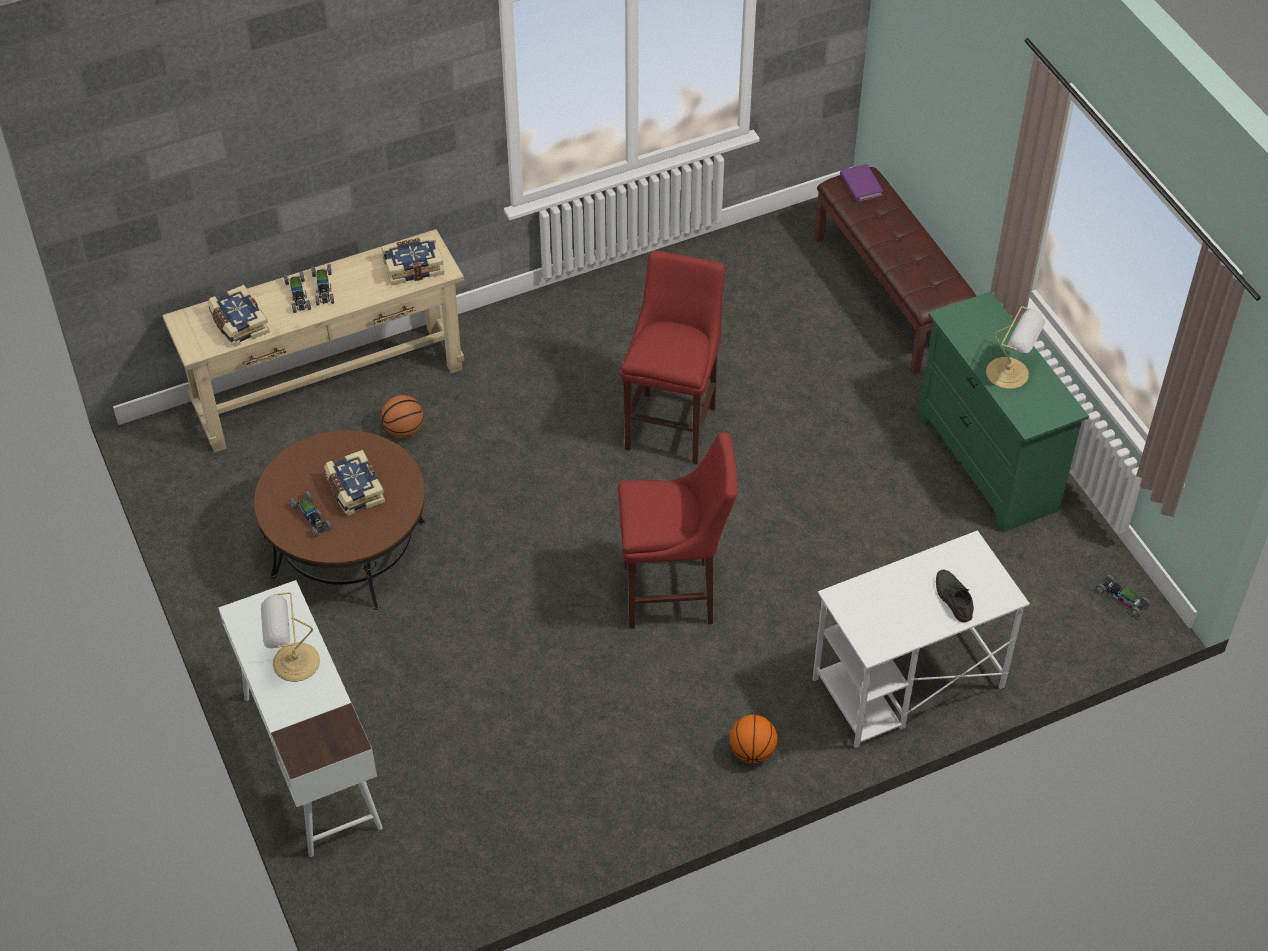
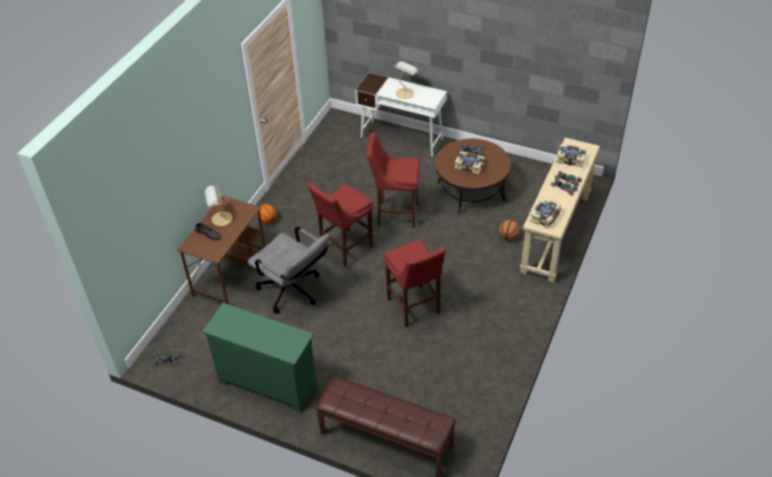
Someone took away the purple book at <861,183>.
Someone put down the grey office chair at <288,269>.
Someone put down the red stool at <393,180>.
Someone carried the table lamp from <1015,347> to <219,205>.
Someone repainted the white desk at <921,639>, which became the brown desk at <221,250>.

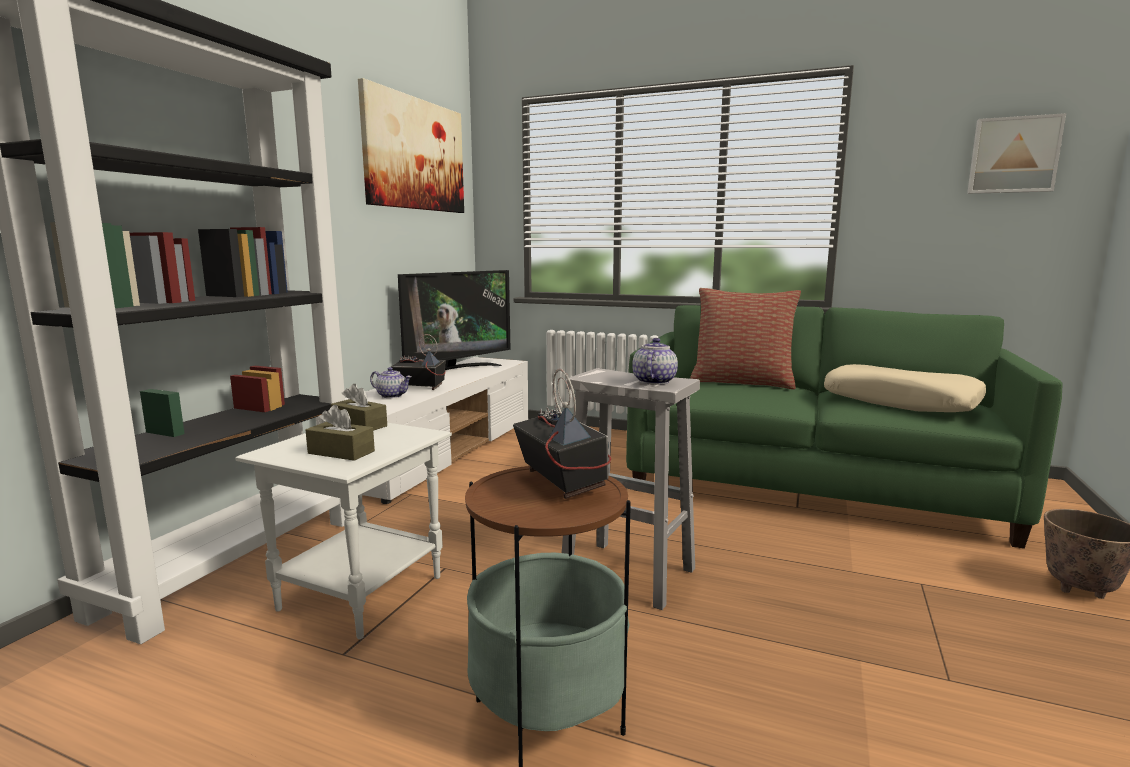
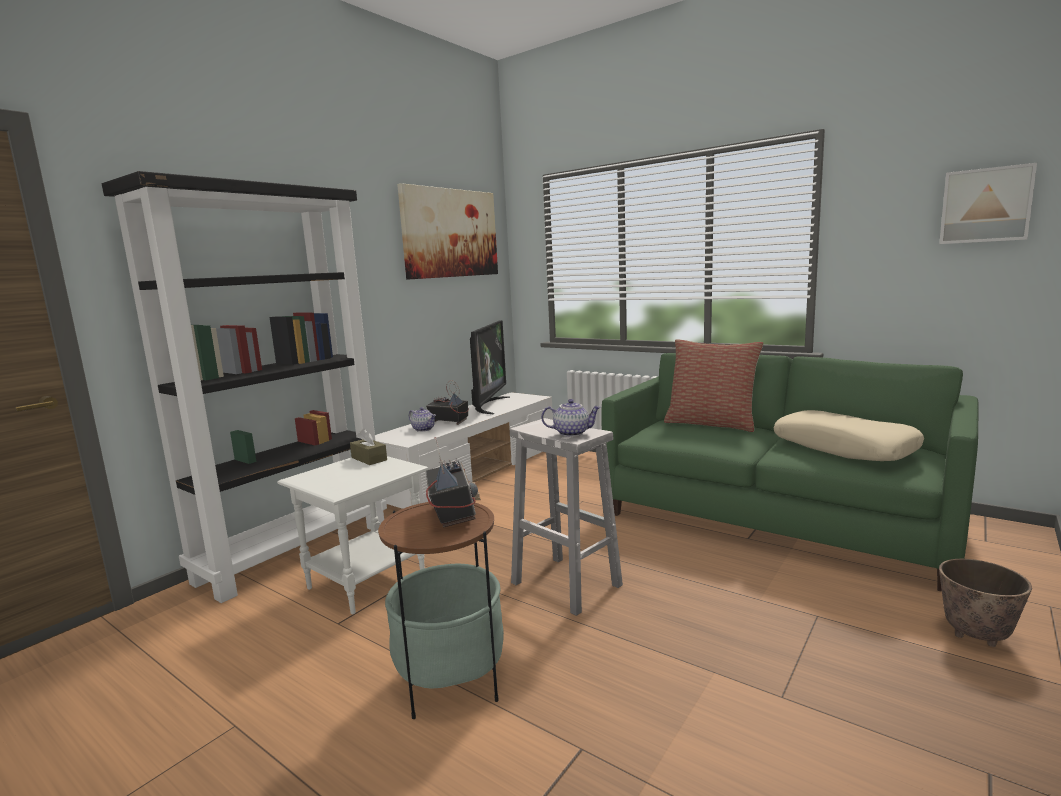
Someone took away the brown tissue box at <340,433>.
Someone rotated the television at <454,320> by 45 degrees counterclockwise.
Someone rotated the teapot at <655,361> by 60 degrees clockwise.

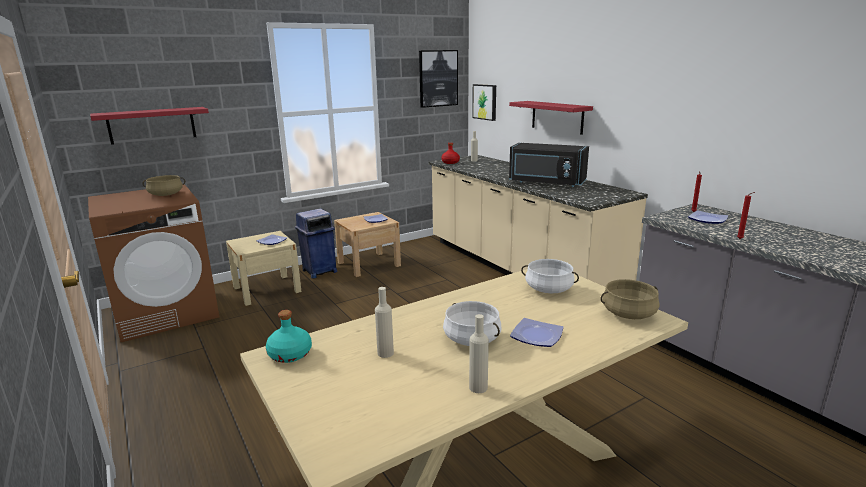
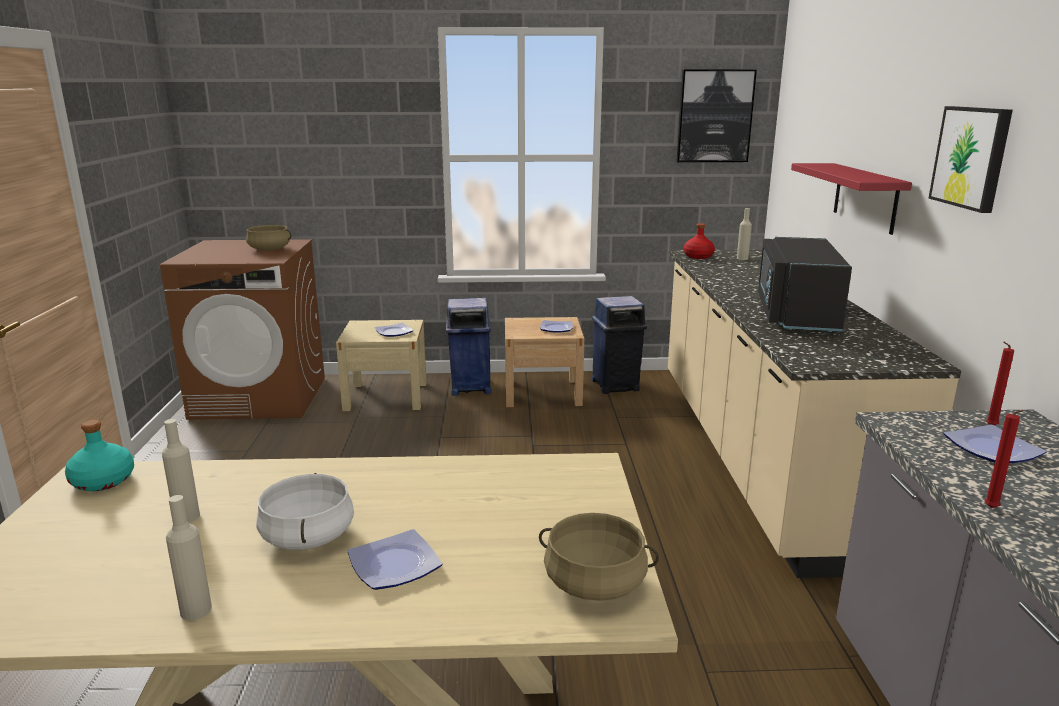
Someone took away the red shelf at <149,126>.
Someone took away the white cooking pot at <550,276>.
Someone put down the blue trash can at <619,345>.
Someone carried the picture from <484,102> to <971,159>.
Someone rotated the black microwave at <549,165> by 45 degrees clockwise.

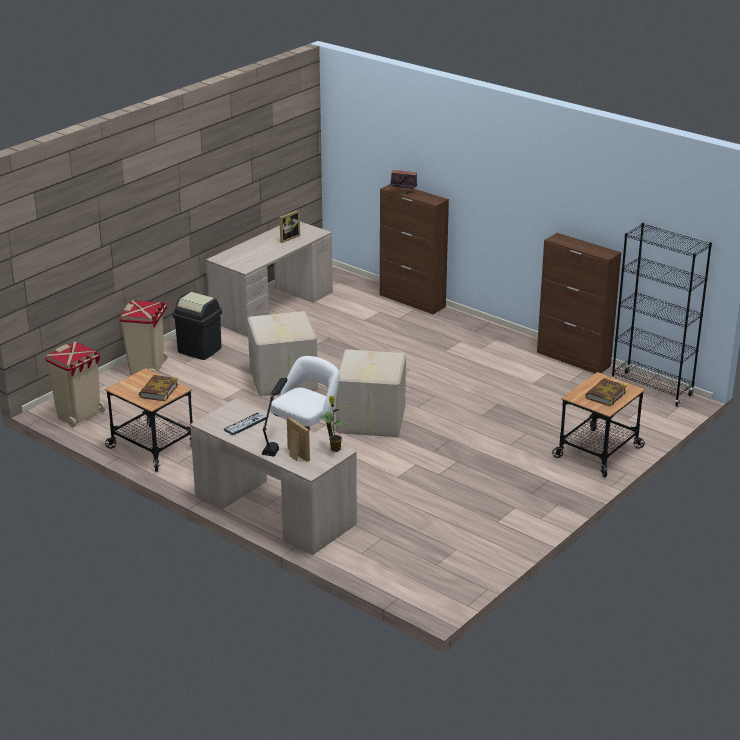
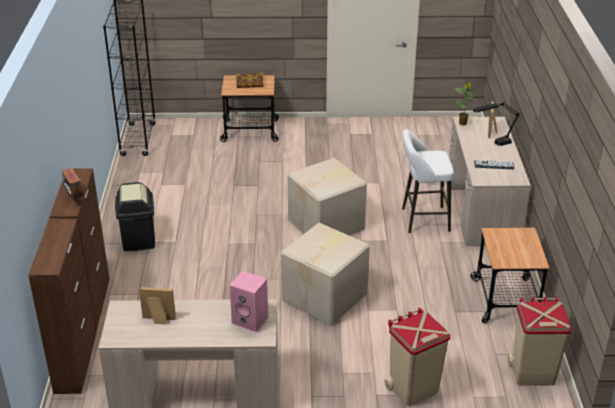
Someone took away the book at <158,388>.
Someone put down the pink speaker at <248,301>.
Someone carried the black trash can from <197,325> to <135,216>.
Someone carried the brown cabinet from <579,303> to <62,306>.

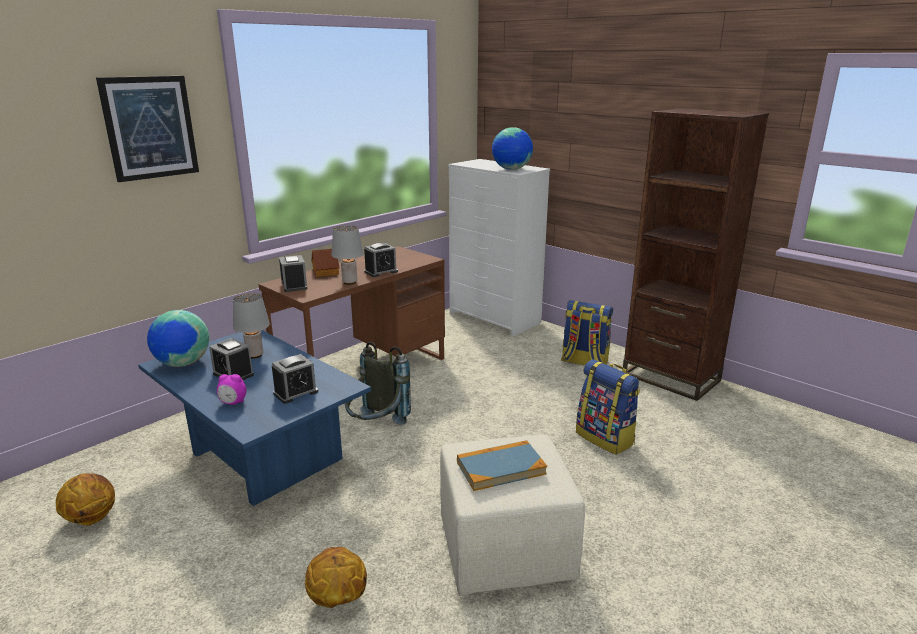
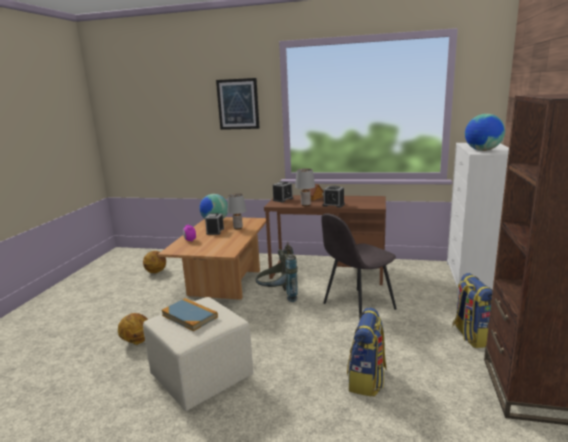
Someone took away the alarm clock at <295,379>.
Someone put down the grey chair at <359,266>.
Someone repainted the blue coffee table at <254,418>, which became the brown coffee table at <212,258>.

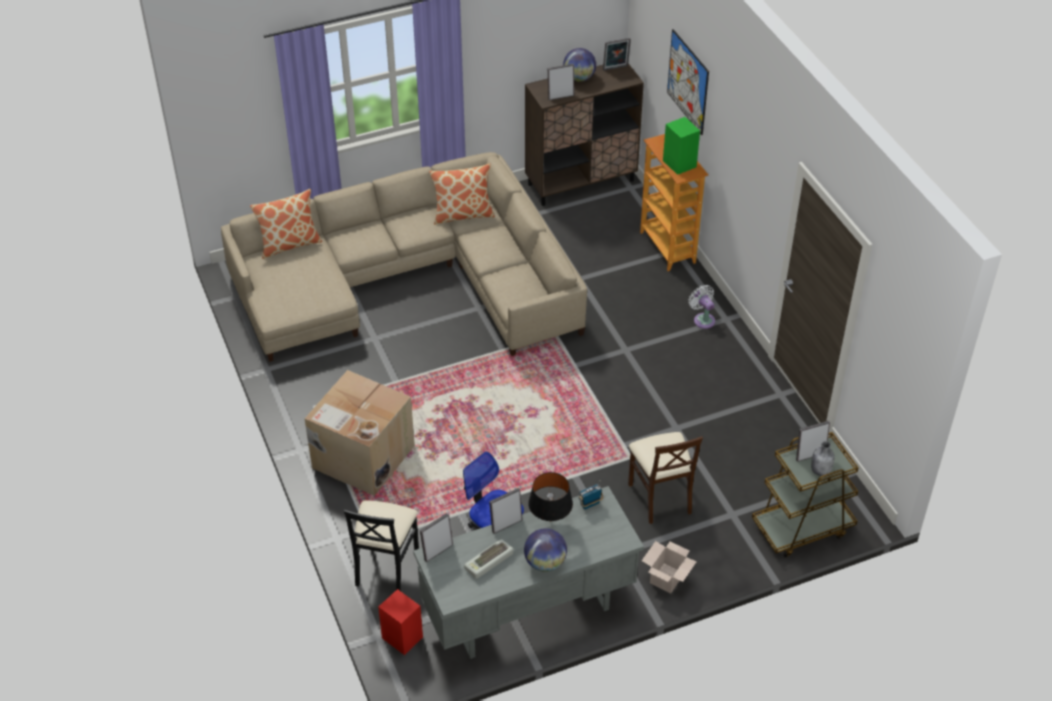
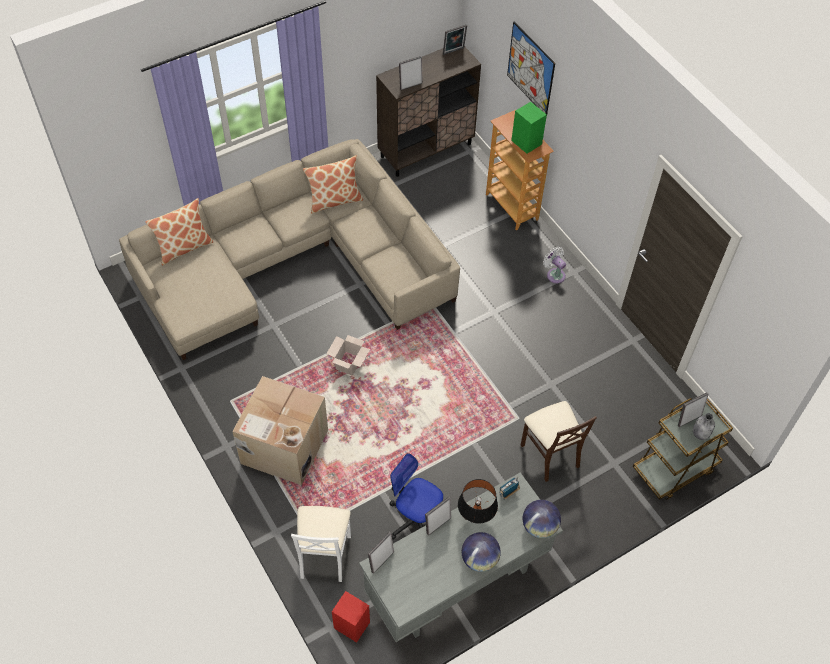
Someone took away the keyboard at <488,559>.
Someone carried the globe from <579,65> to <542,519>.
Someone carried the cardboard box from <669,567> to <348,355>.
Someone repainted the black chair at <381,545>, which became the white chair at <321,544>.

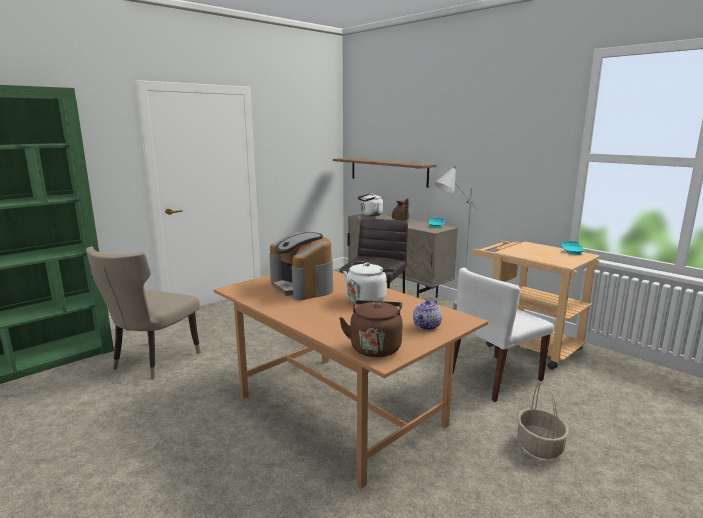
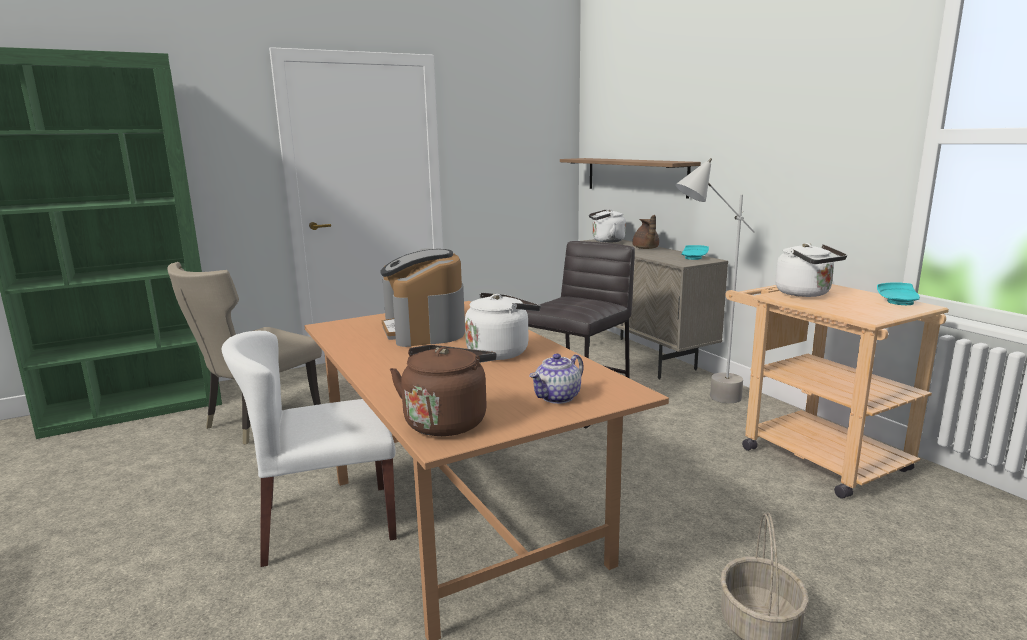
Someone put down the white kettle at <811,270>.
Someone carried the white chair from <503,335> to <309,448>.

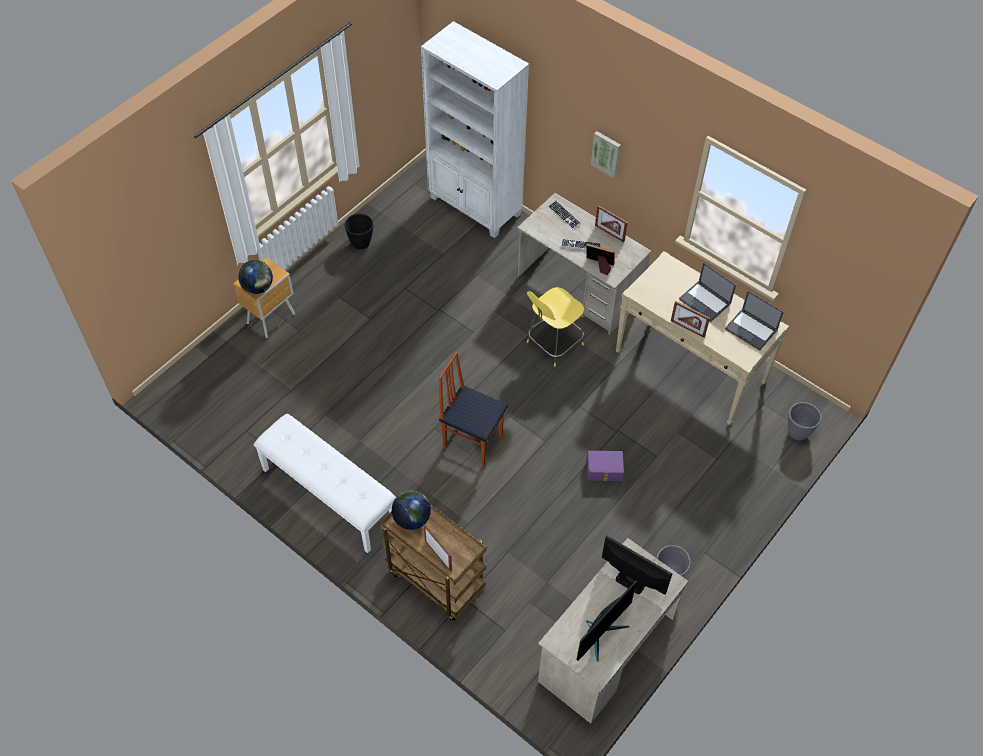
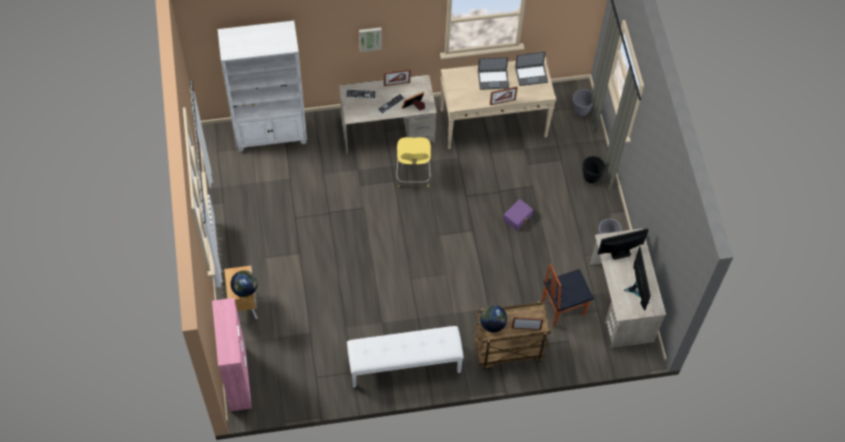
Someone put down the pink cabinet at <232,354>.
Someone carried the black planter from <359,231> to <594,169>.
Someone carried the chair from <473,409> to <568,294>.

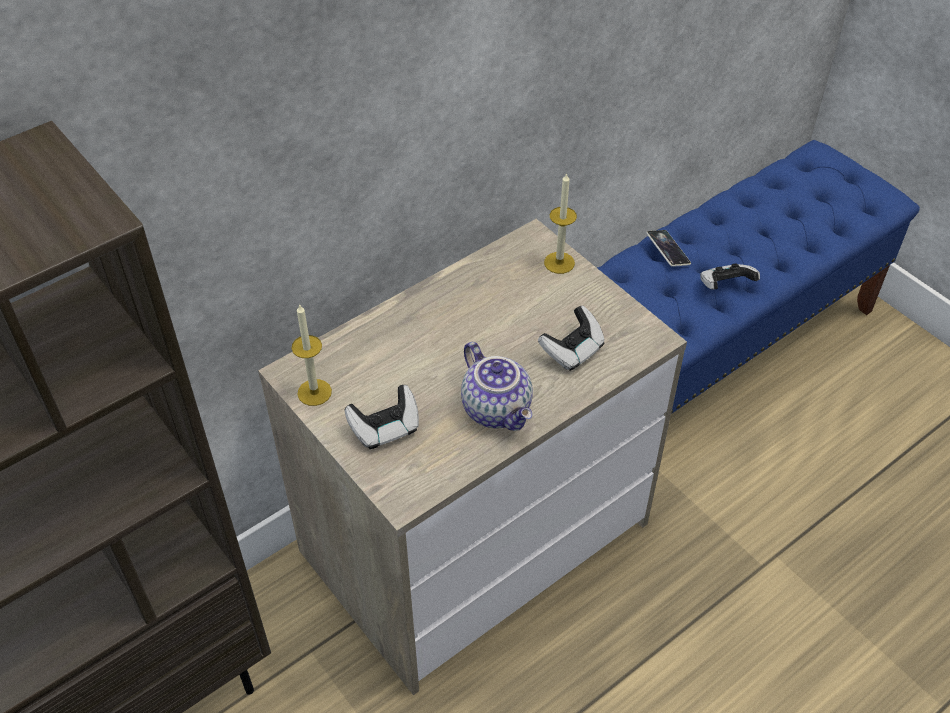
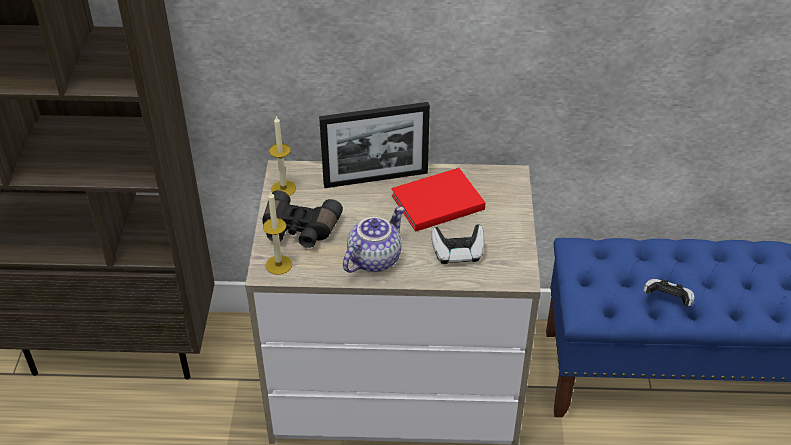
Someone took away the phone at <668,248>.
Someone put down the picture frame at <374,145>.
Someone put down the red book at <438,200>.
Someone carried the candle from <560,223> to <277,233>.
Someone swapped the game controller at <382,417> for the black binoculars at <302,219>.
Someone rotated the teapot at <497,386> by 150 degrees counterclockwise.

